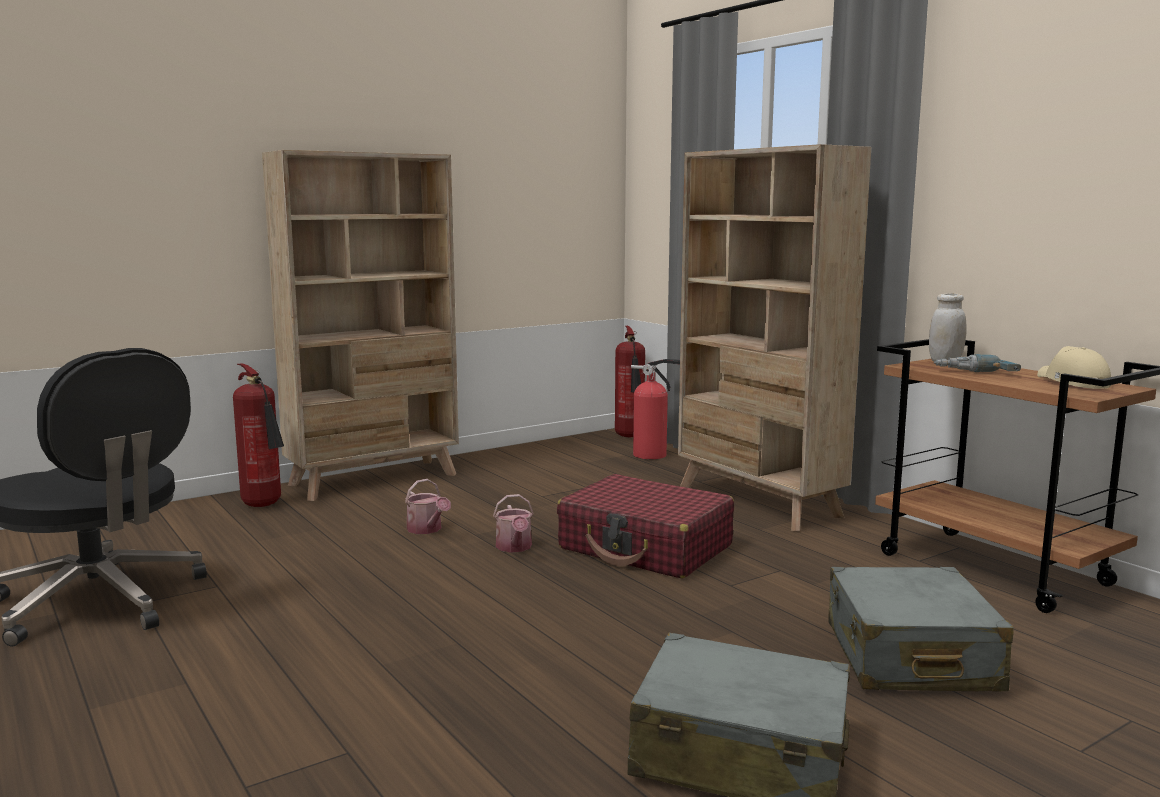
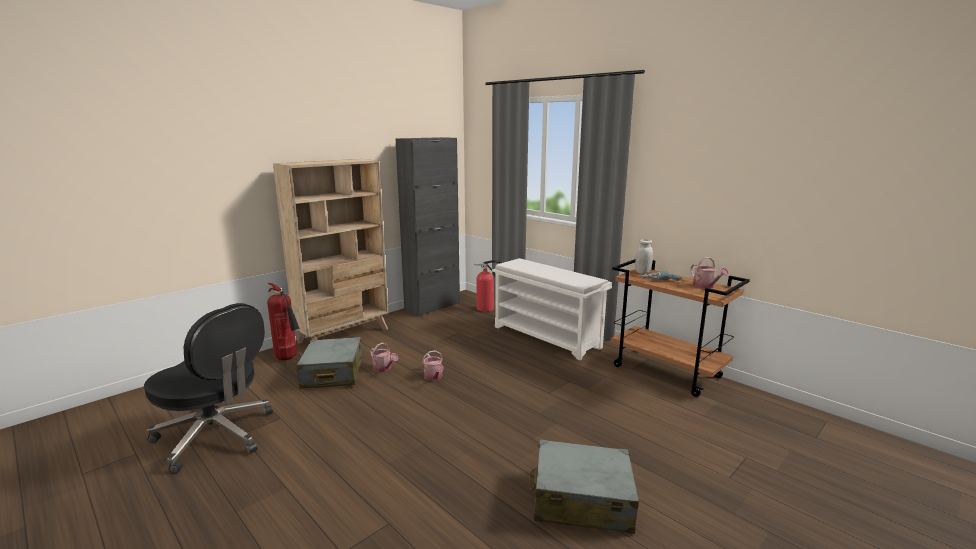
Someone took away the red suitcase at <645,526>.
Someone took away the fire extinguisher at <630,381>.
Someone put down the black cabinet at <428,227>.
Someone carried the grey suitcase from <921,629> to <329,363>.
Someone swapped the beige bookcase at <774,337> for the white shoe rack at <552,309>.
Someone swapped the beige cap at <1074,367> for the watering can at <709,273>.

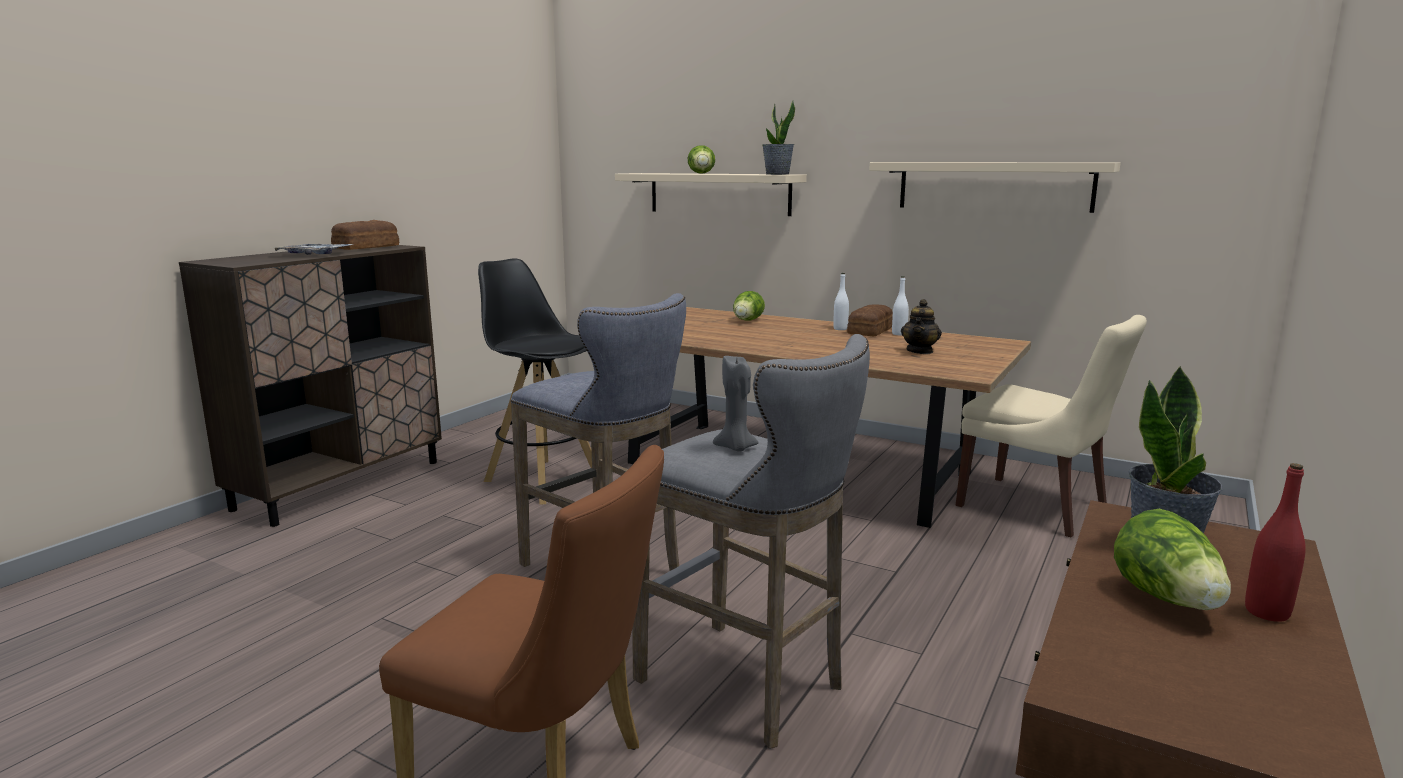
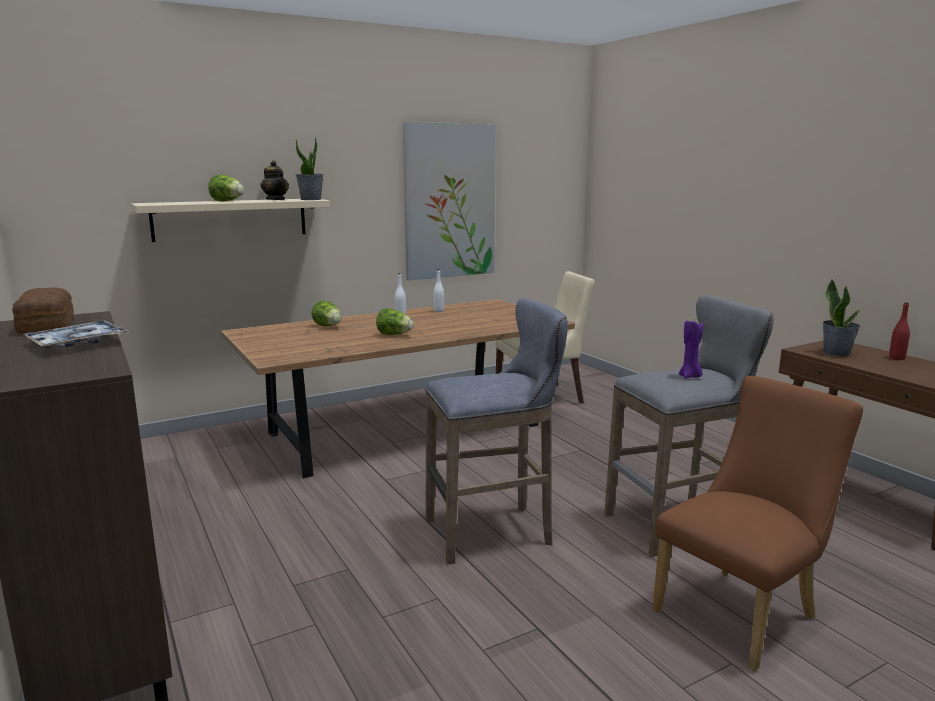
Someone took away the black stool at <535,381>.
Someone took away the bread at <870,320>.
Someone carried the teapot from <921,326> to <275,180>.
Someone carried the lettuce from <1172,559> to <395,321>.
Someone swapped the beige shelf at <994,187> for the picture at <449,201>.
Someone repainted the grey candle at <736,403>, which became the purple candle at <691,349>.

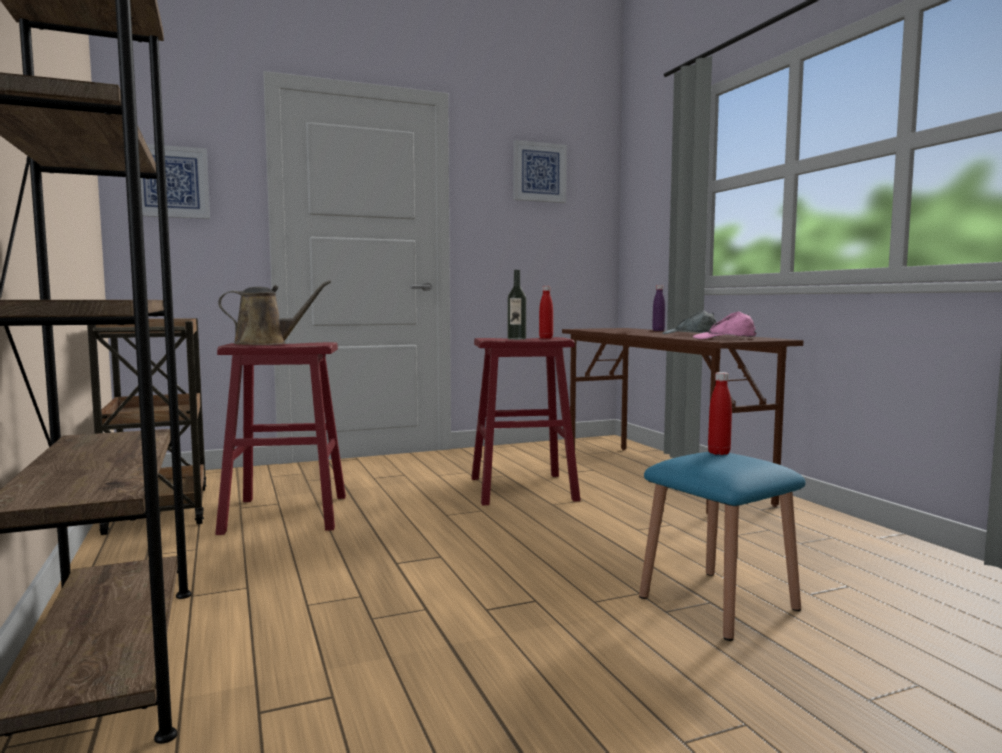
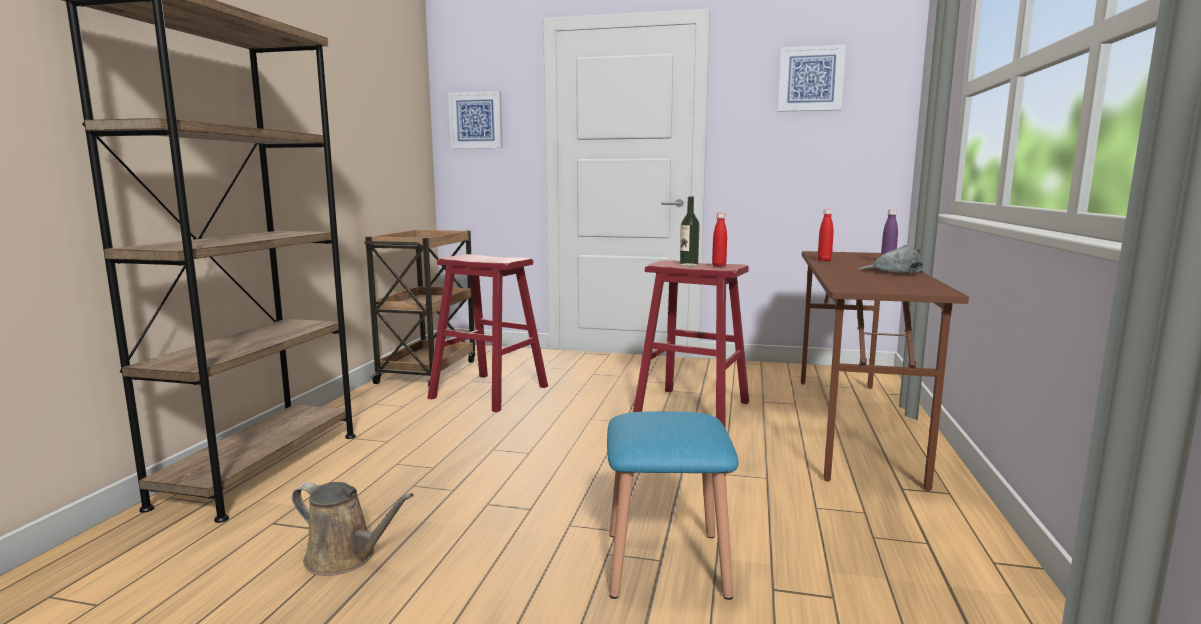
Someone took away the pink cap at <724,325>.
Someone carried the brown watering can from <274,312> to <353,529>.
Someone carried the red bottle from <720,413> to <825,235>.

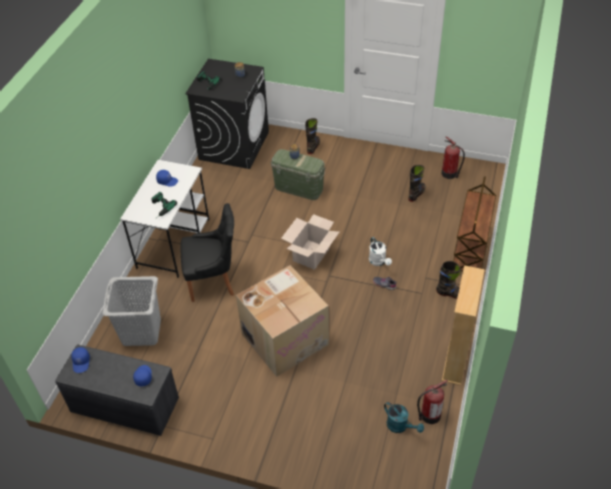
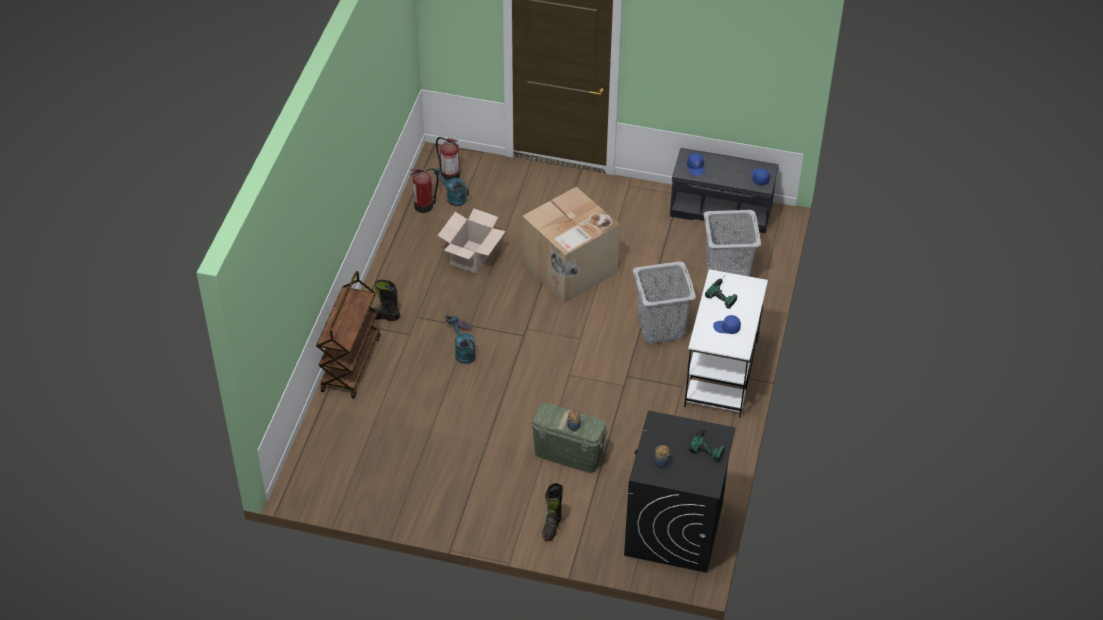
Someone took away the black boot at <417,183>.
Someone took away the beige bookcase at <463,325>.
Someone carried the cardboard box from <310,242> to <471,241>.
Someone carried the fire extinguisher from <453,157> to <448,159>.
Someone swapped the black chair at <207,252> for the grey laundry basket at <664,302>.
Someone repainted the white watering can at <380,251>, which became the turquoise watering can at <463,340>.

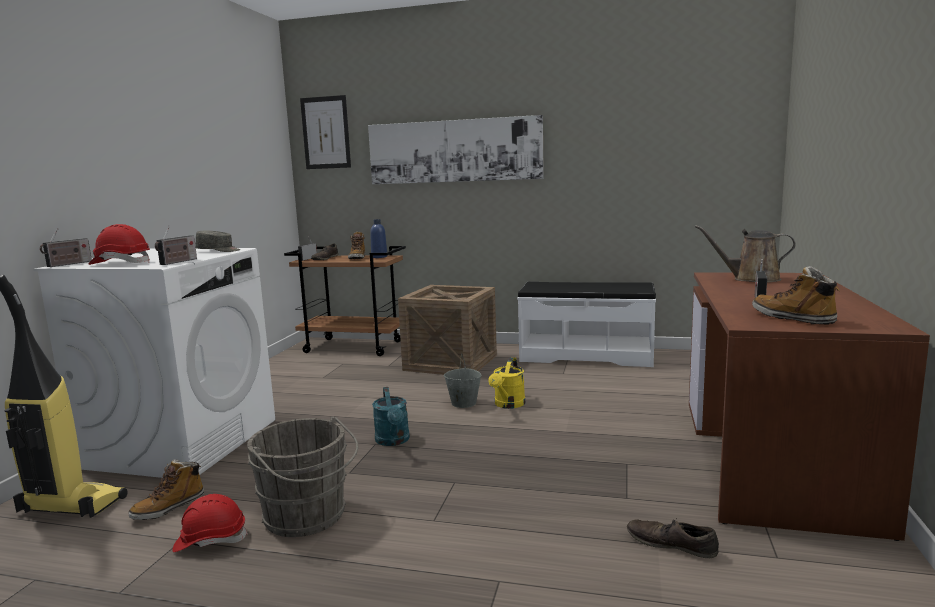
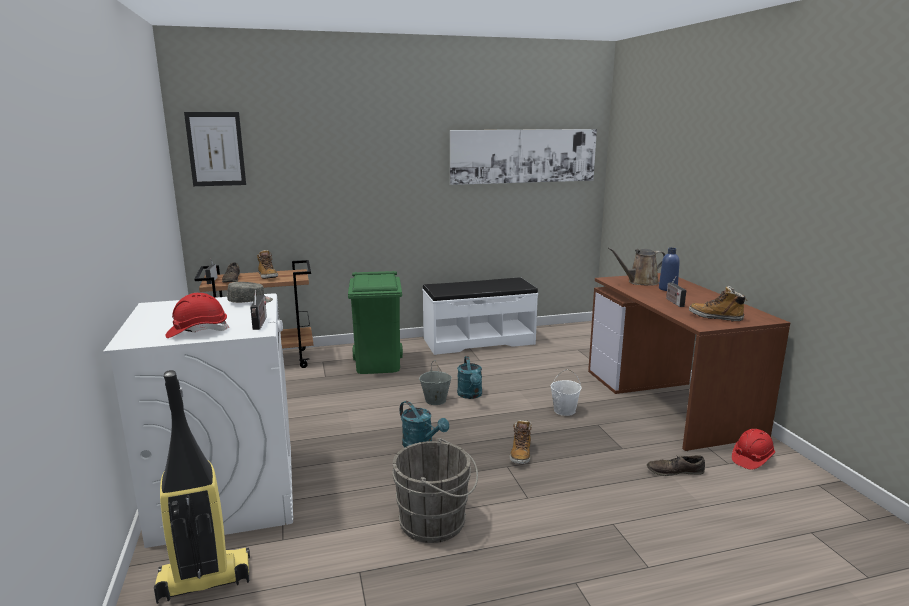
Someone took away the radio at <66,247>.
Someone put down the white bucket at <566,392>.
Someone carried the boot from <166,489> to <520,442>.
Someone carried the red hard hat from <210,523> to <753,449>.
Someone carried the picture from <456,149> to <523,157>.
Someone carried the blue bottle from <379,238> to <669,269>.
Someone swapped the crate at <447,330> for the green trash can at <375,322>.
Someone repainted the yellow watering can at <506,383>, which became the turquoise watering can at <469,377>.

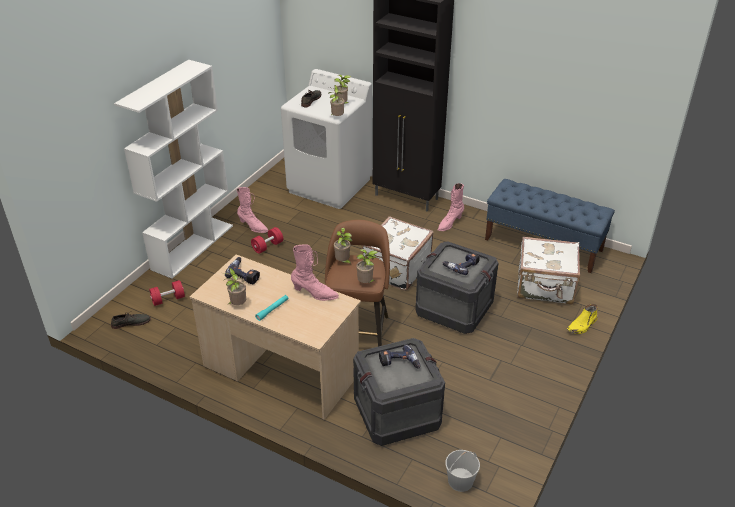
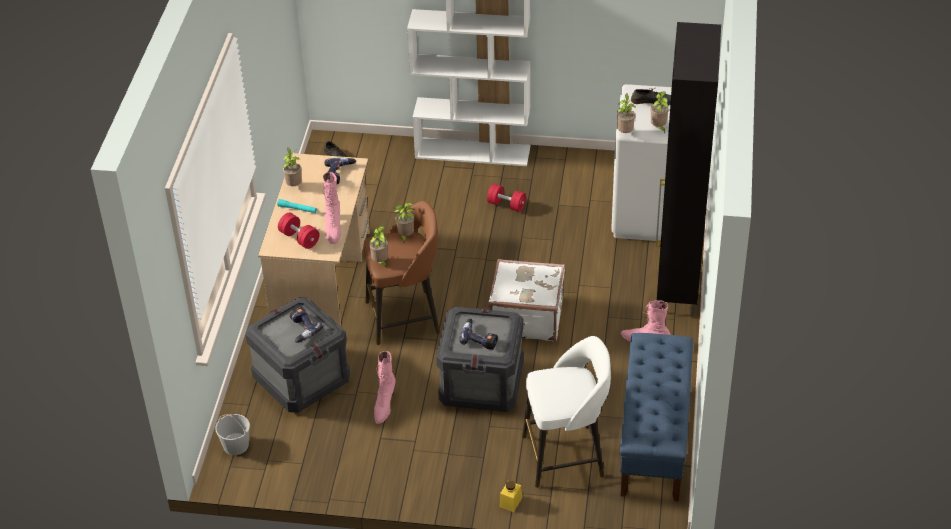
Someone carried the red dumbbell from <167,293> to <299,231>.
Someone carried the pink boot from <252,210> to <384,387>.
Someone swapped the white suitcase at <548,270> for the white stool at <566,412>.
Someone swapped the yellow boot at <582,319> for the yellow jar at <511,496>.

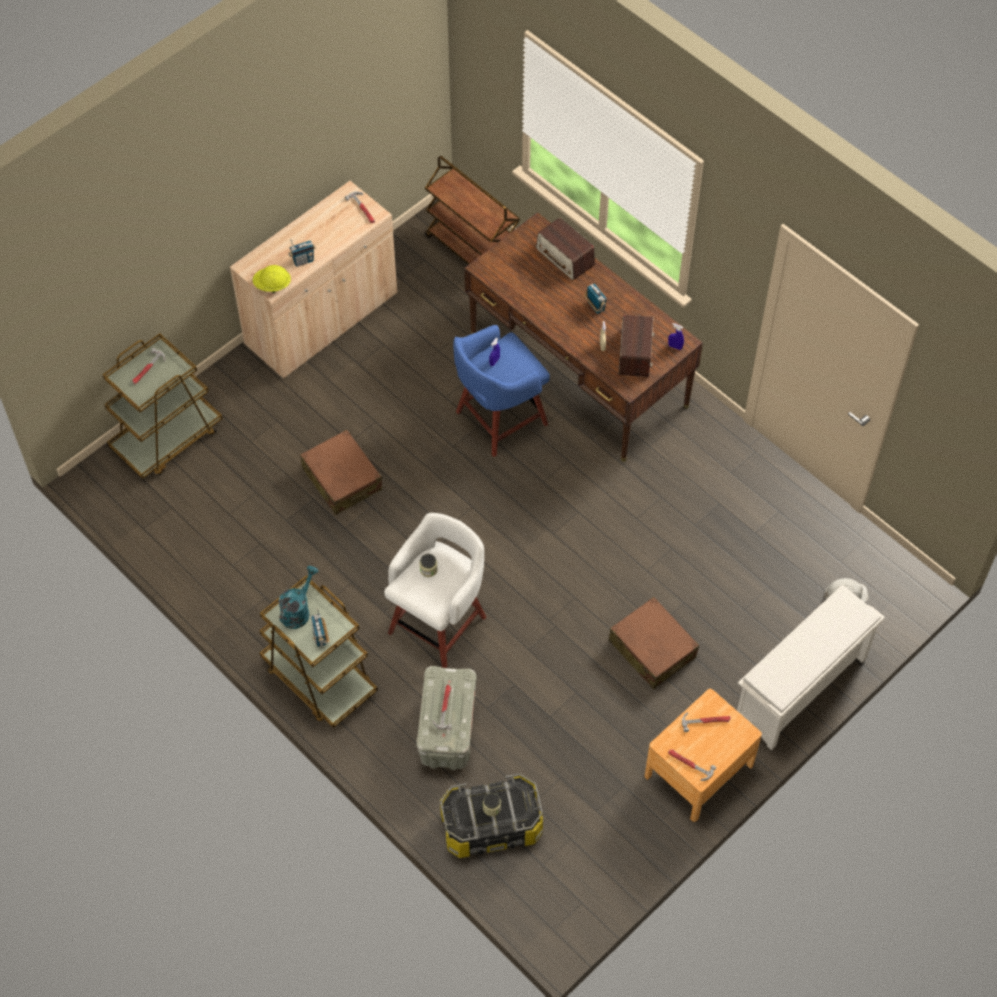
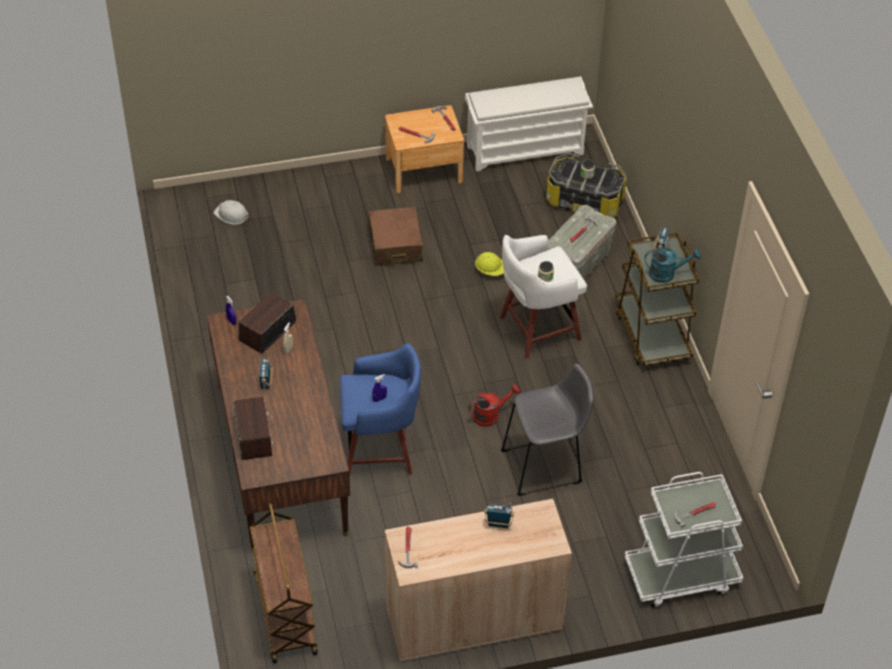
Someone put down the red watering can at <494,405>.
Someone carried the yellow hard hat from <271,279> to <489,264>.
Someone carried the white shoe rack from <811,667> to <529,124>.
Someone swapped the brown suitcase at <341,472> for the grey stool at <547,430>.
Someone repainted the brown cart at <162,406>, which became the white cart at <683,540>.
Someone rotated the turquoise watering can at <299,597> by 150 degrees counterclockwise.

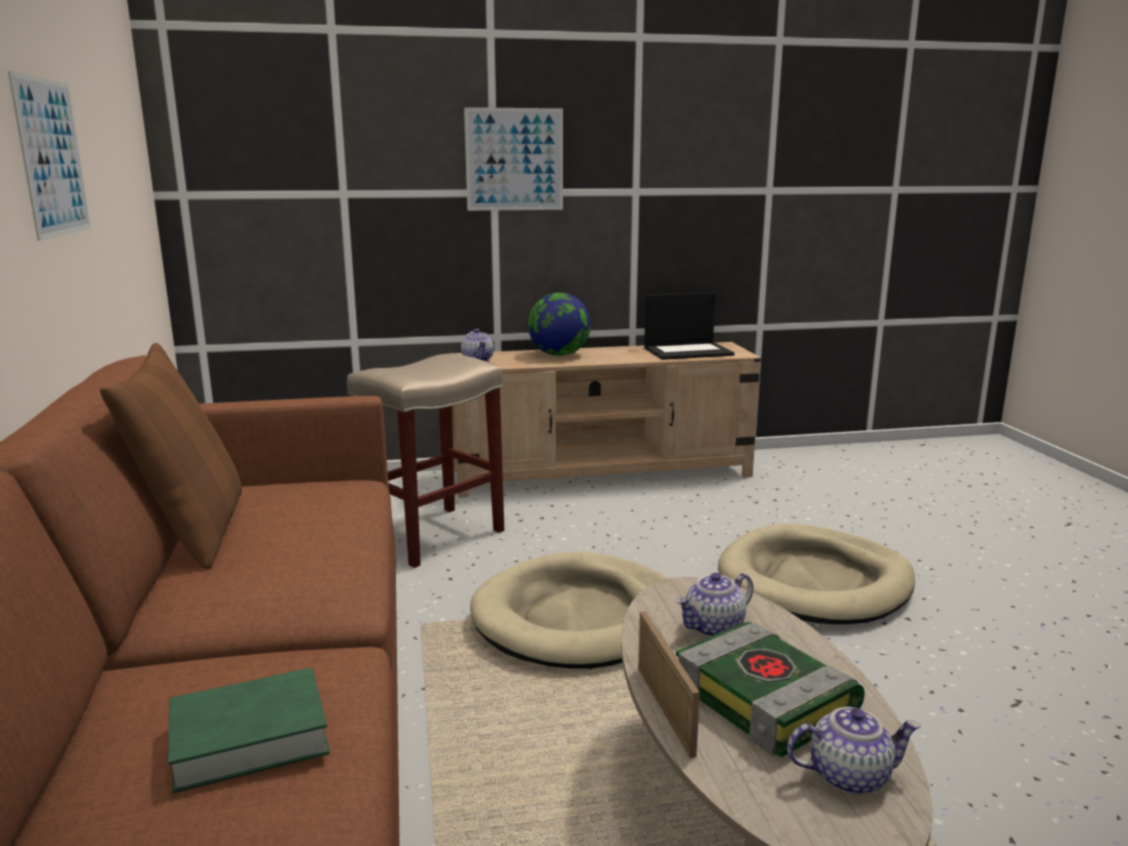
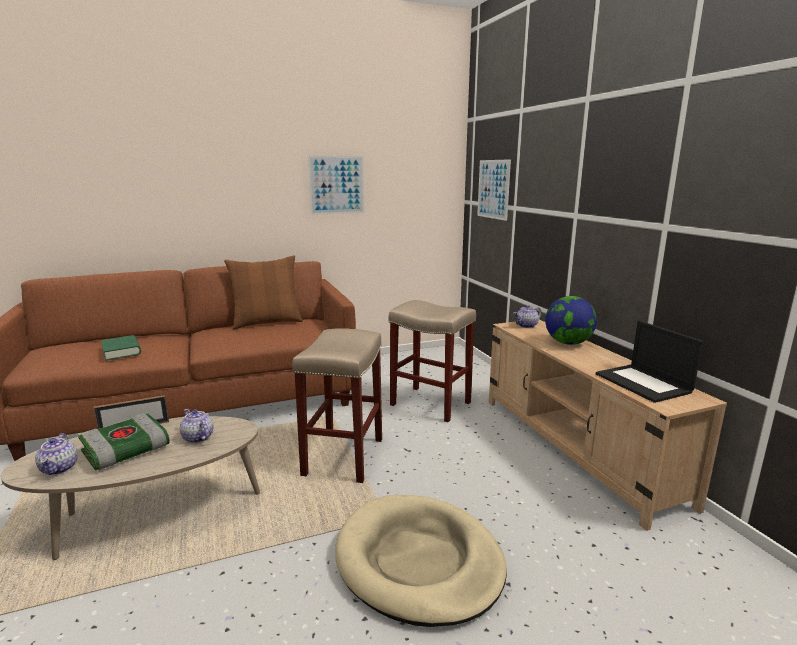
Someone carried the picture from <513,159> to <494,190>.
Someone swapped the beige dog bed at <569,610> for the beige stool at <337,405>.

